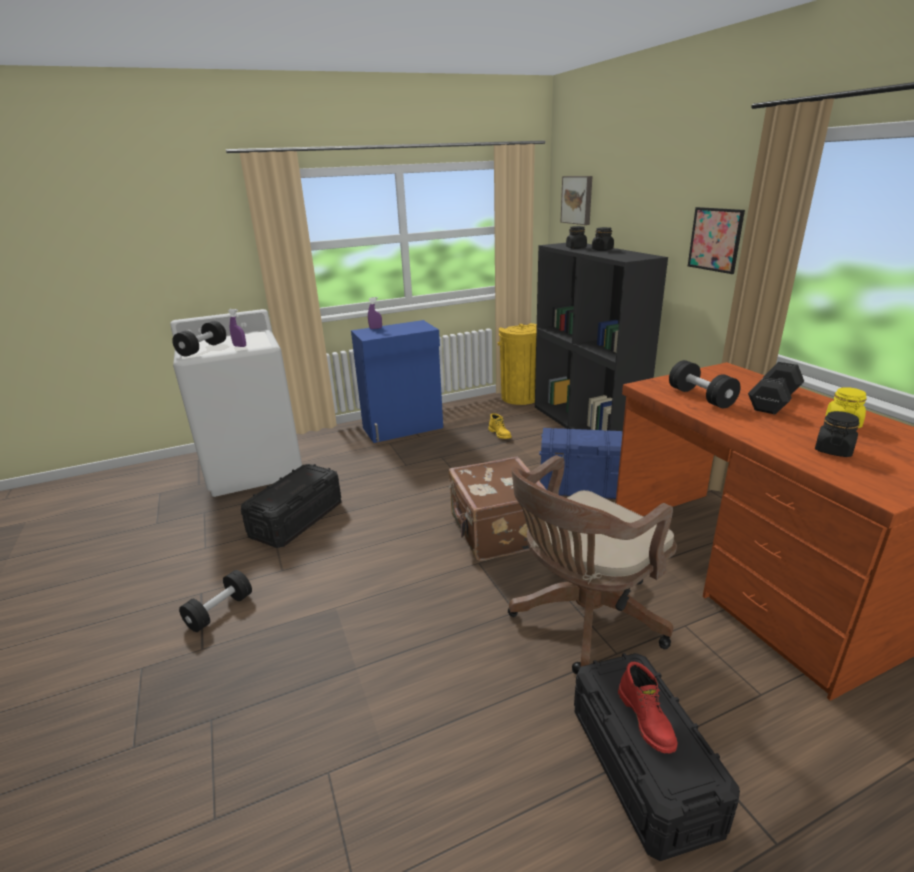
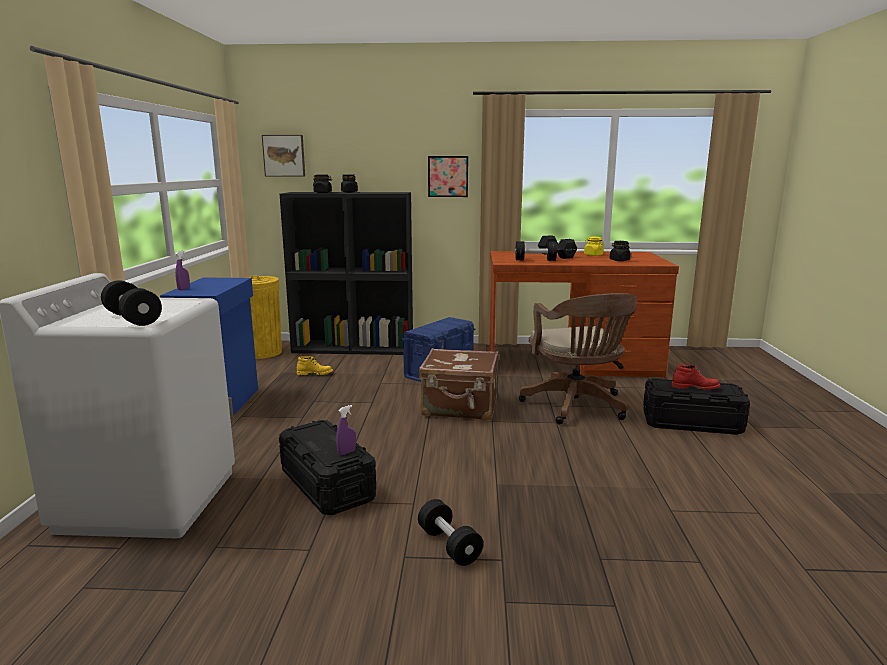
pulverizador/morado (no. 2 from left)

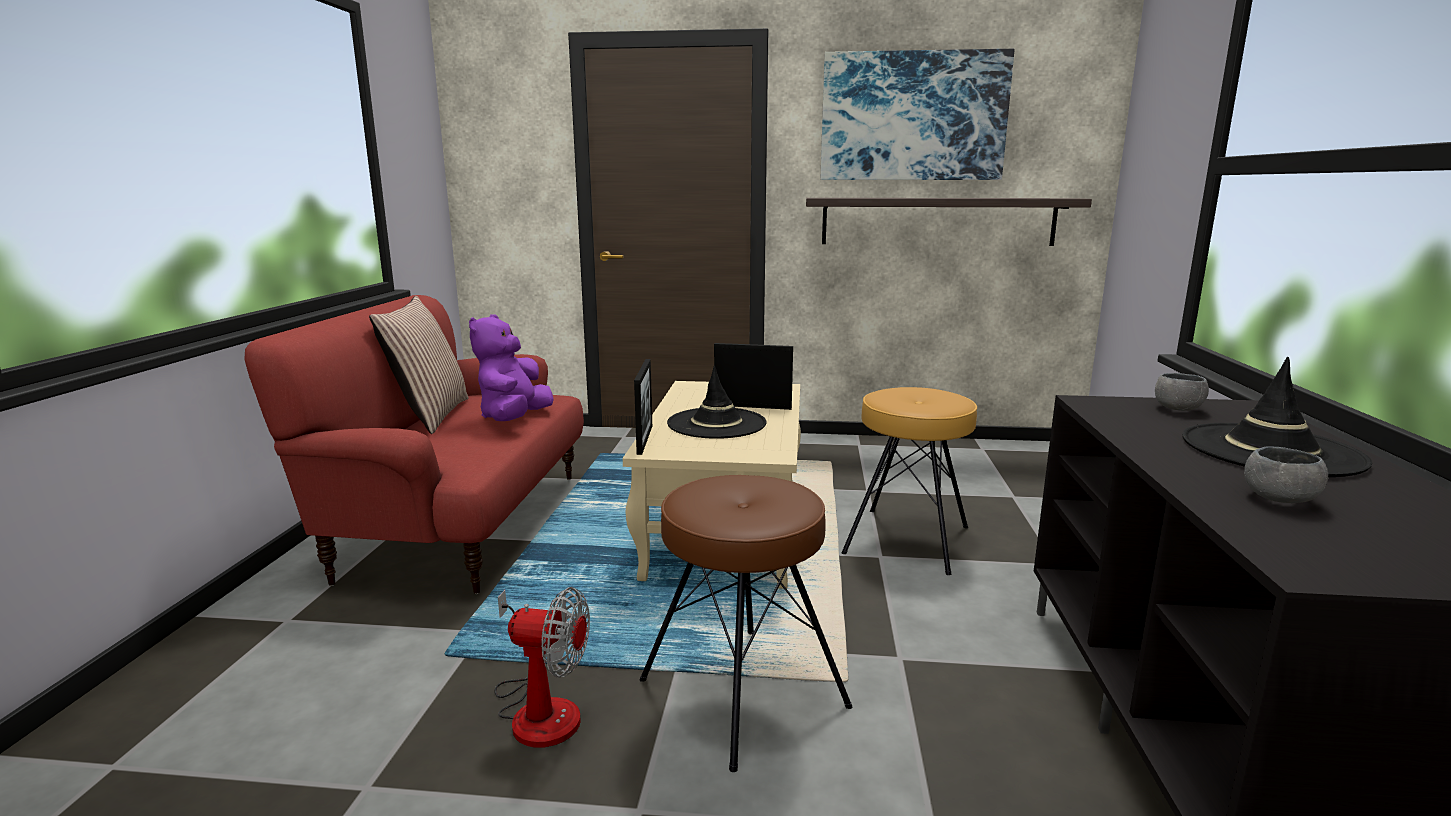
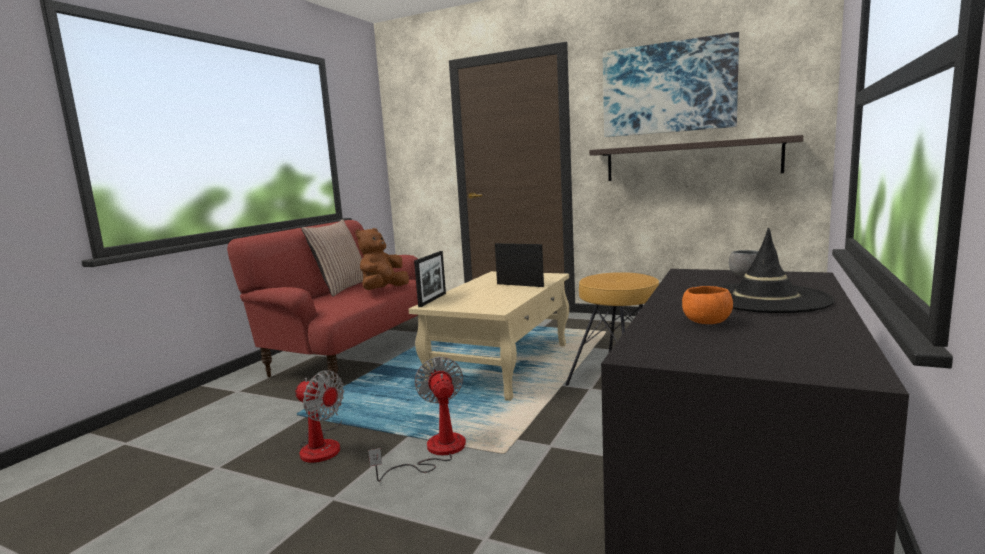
peluche/marrón
sombrero/negro (no. 1 from left in the first image)
cuenco/naranja
ventilador (no. 2 from left)

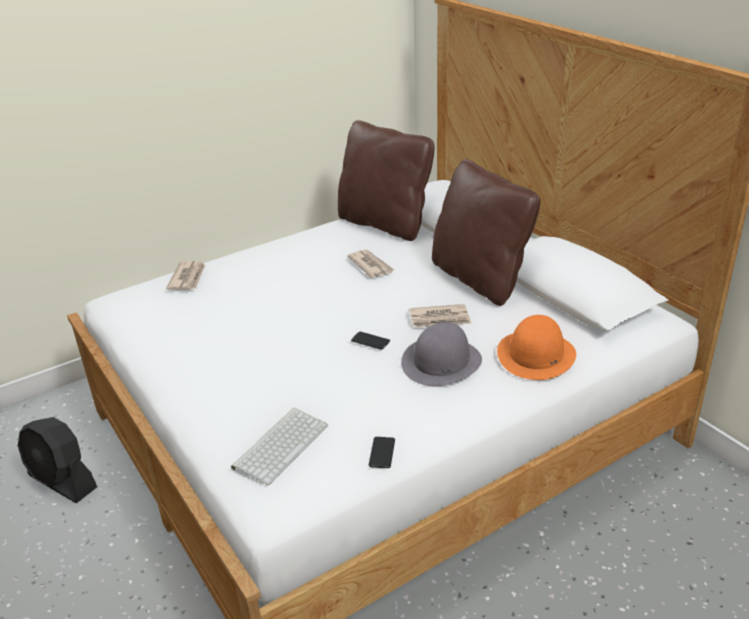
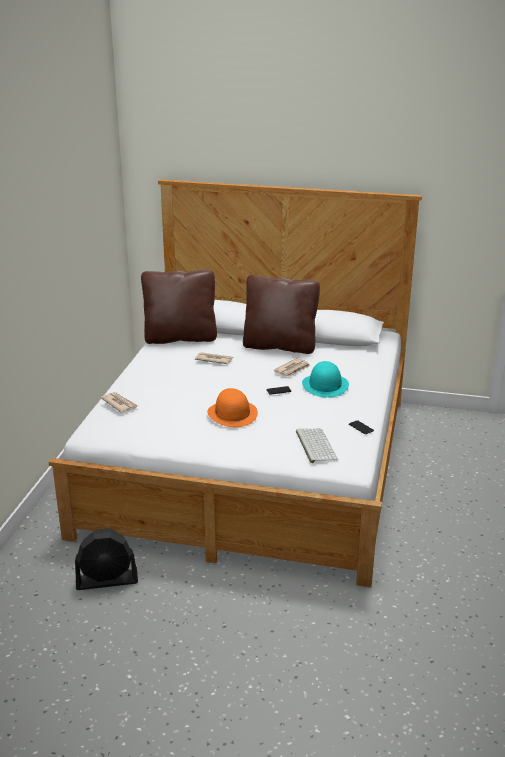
sombrero/naranja
sombrero/turquesa

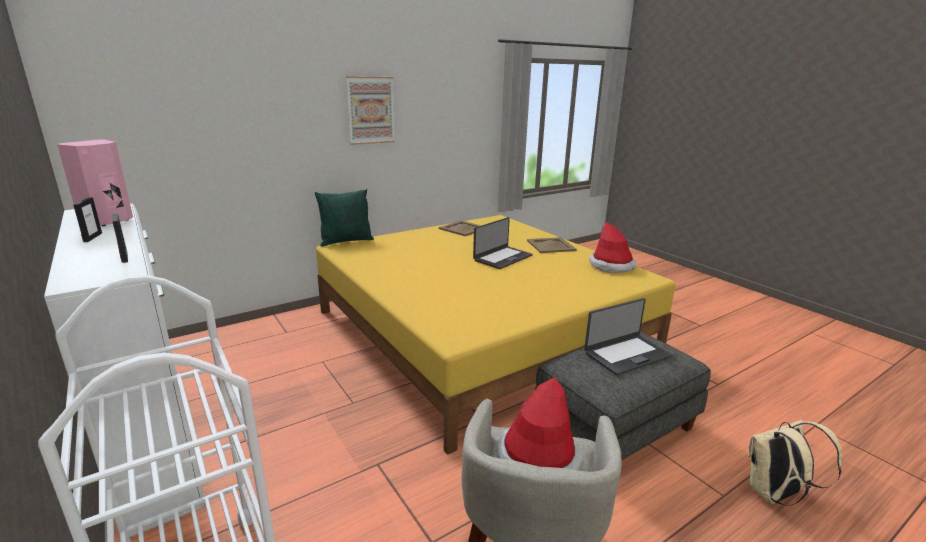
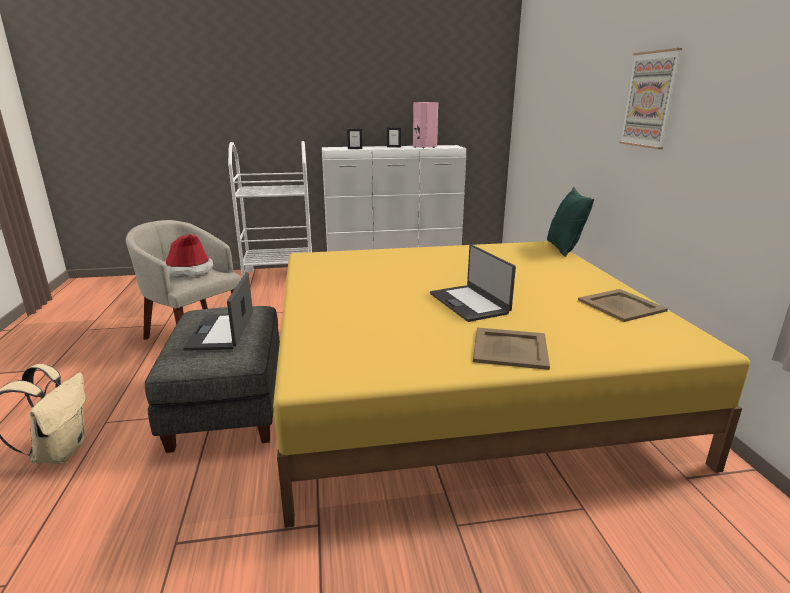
sombrero (no. 2 from left in the first image)

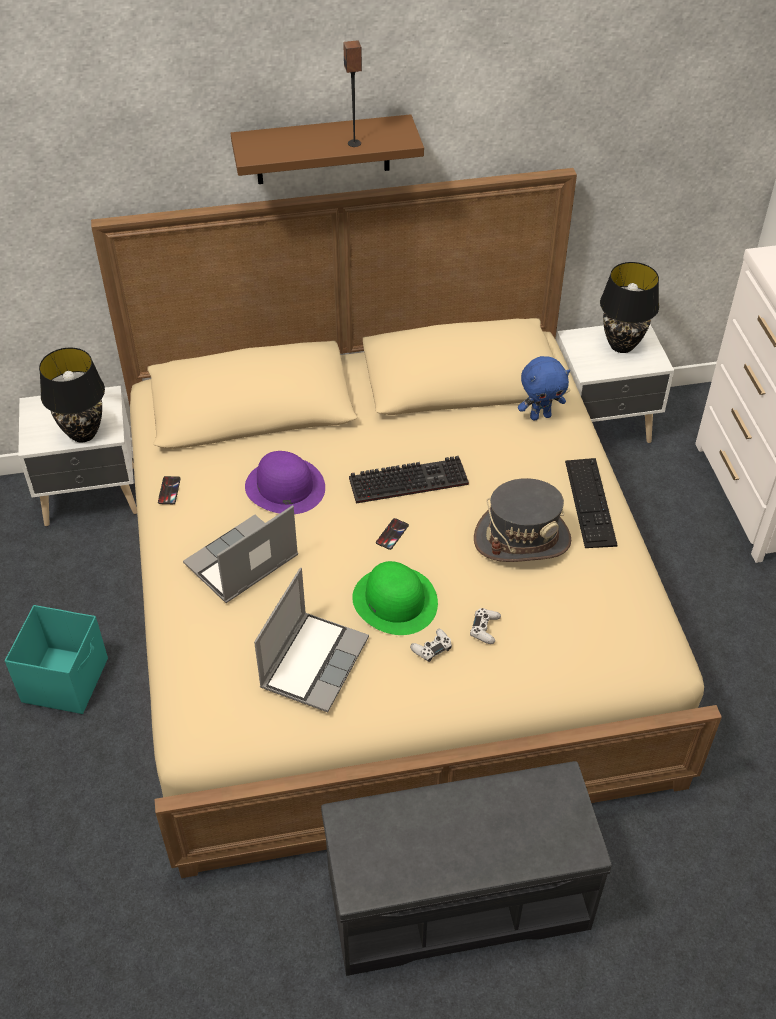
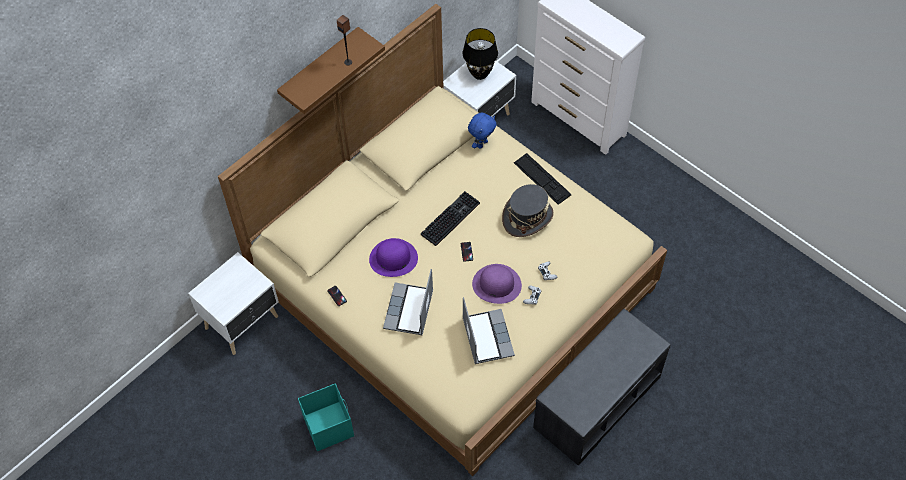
lámpara de mesa/negro (no. 1 from left in the first image)
sombrero/morado (no. 2 from left)

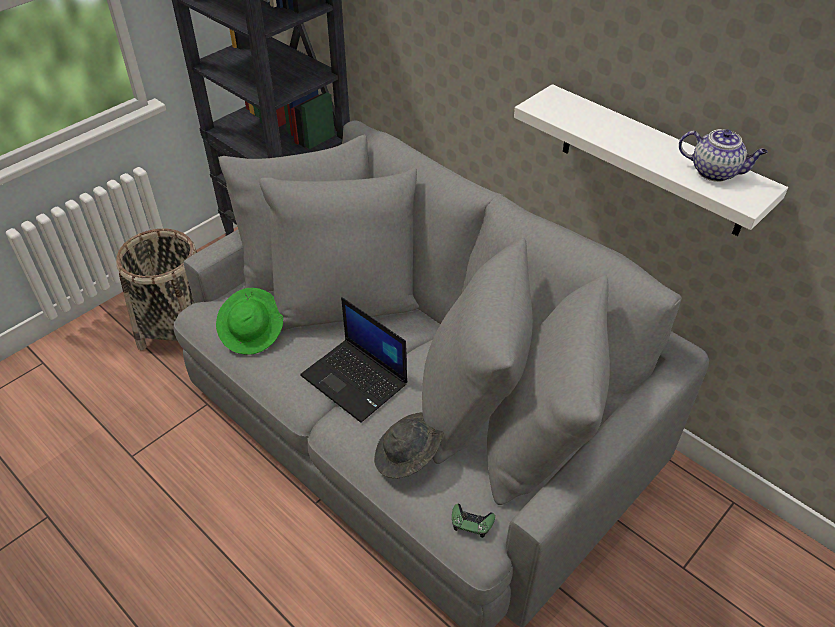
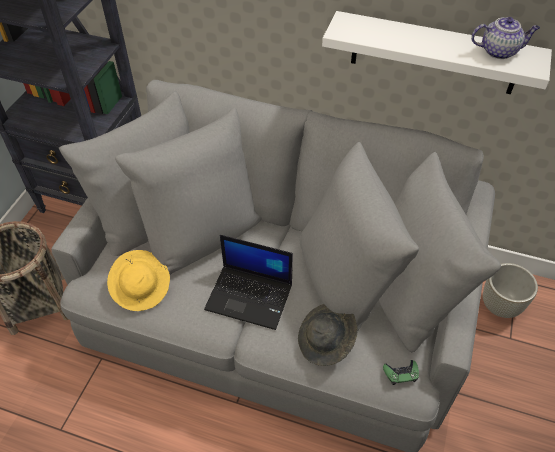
sombrero/amarillo
maceta/gris

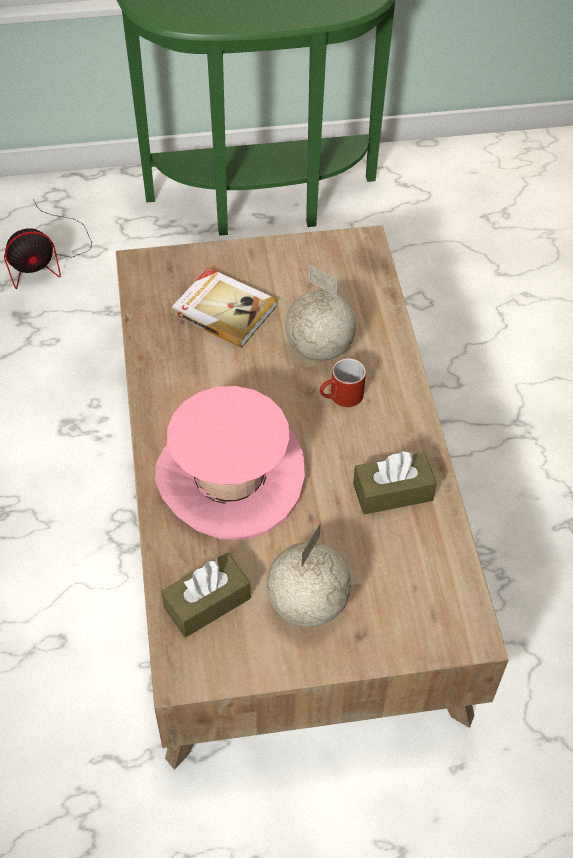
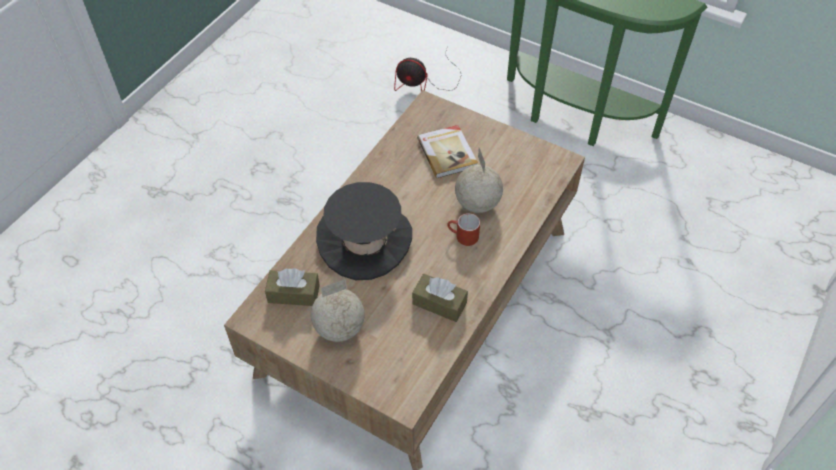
sombrero/negro

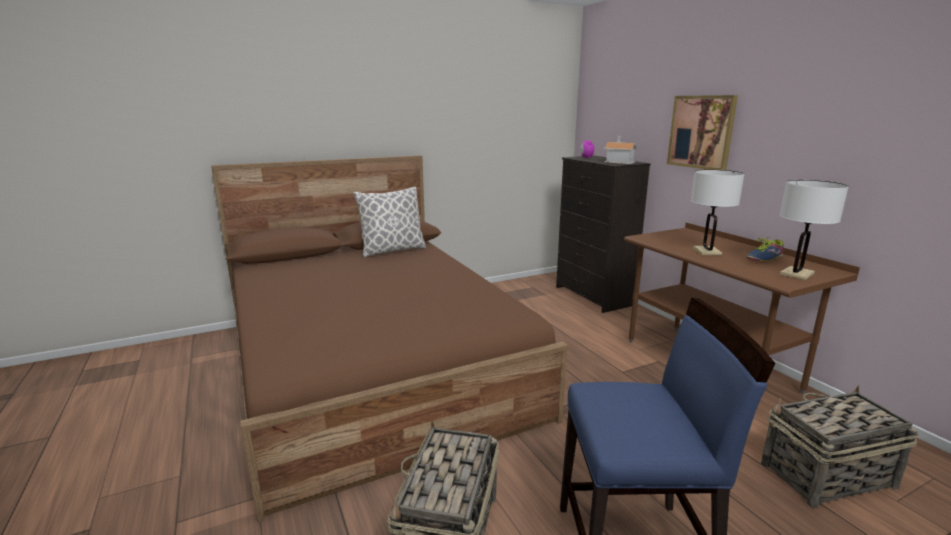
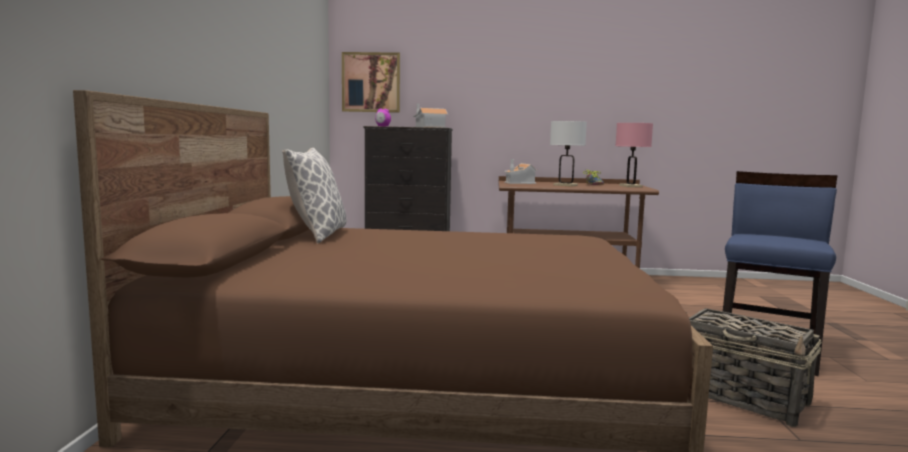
cuadro
lámpara de mesa/rosa
cesta (no. 2 from left in the first image)
casita (no. 2 from left)

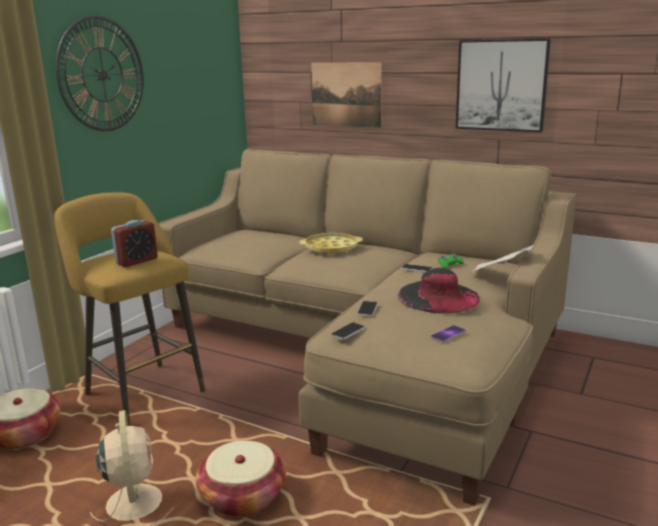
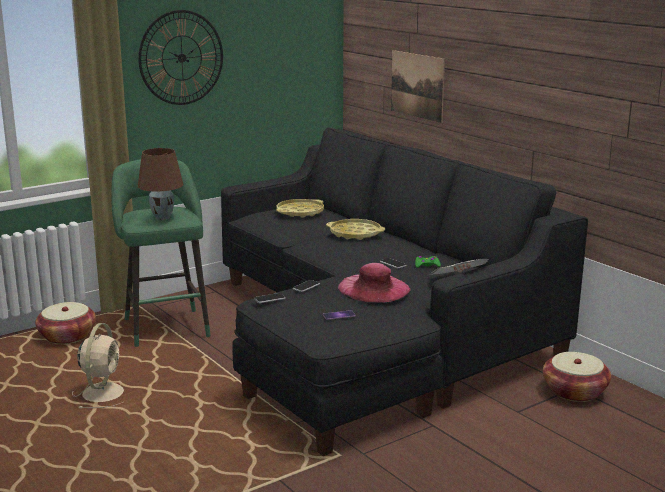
cuadro (no. 2 from left in the first image)
sofá/negro
taburete/verde
lámpara de mesa/marrón
sombrero/rosa
cesta (no. 2 from left)
bandeja/amarillo (no. 1 from left)

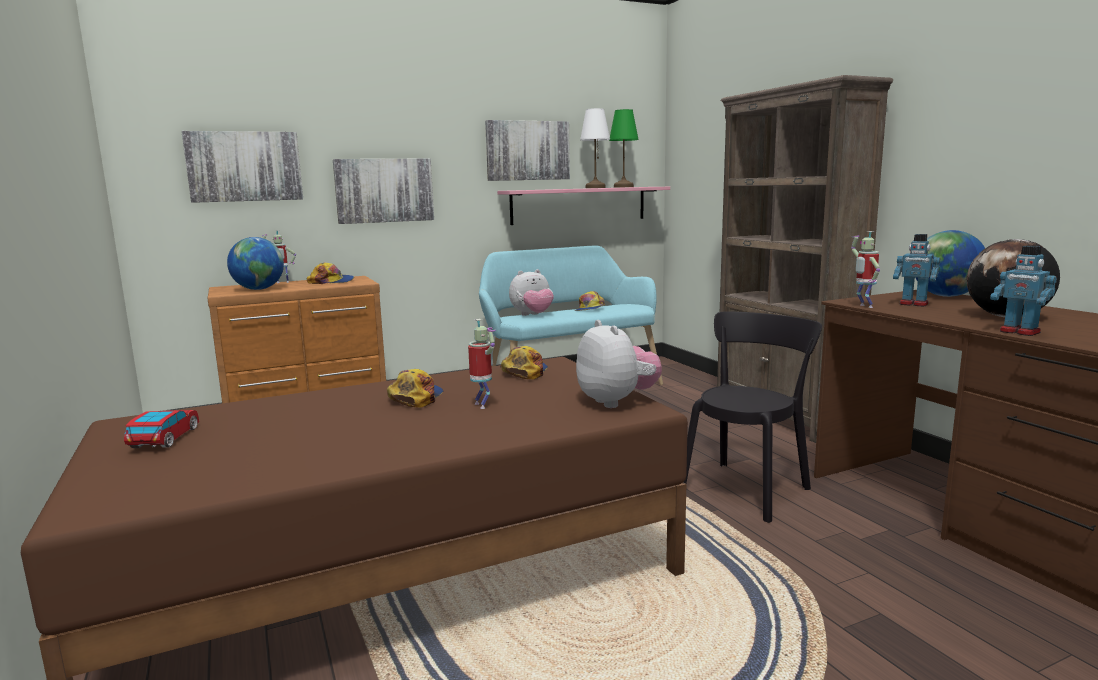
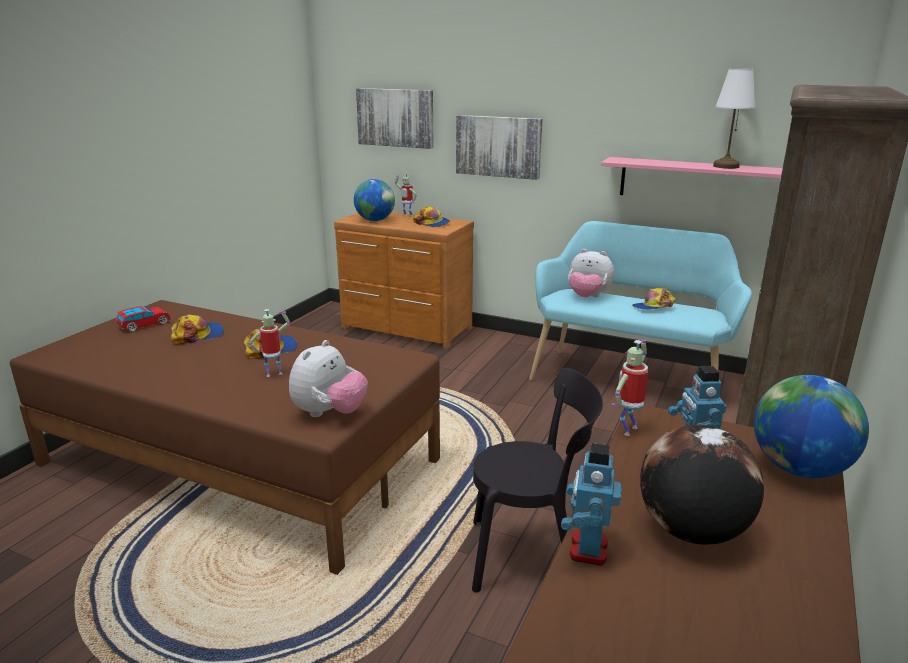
lámpara de mesa/verde
cuadro (no. 3 from left in the first image)
robot de juguete (no. 1 from left)
gorra (no. 1 from left)

